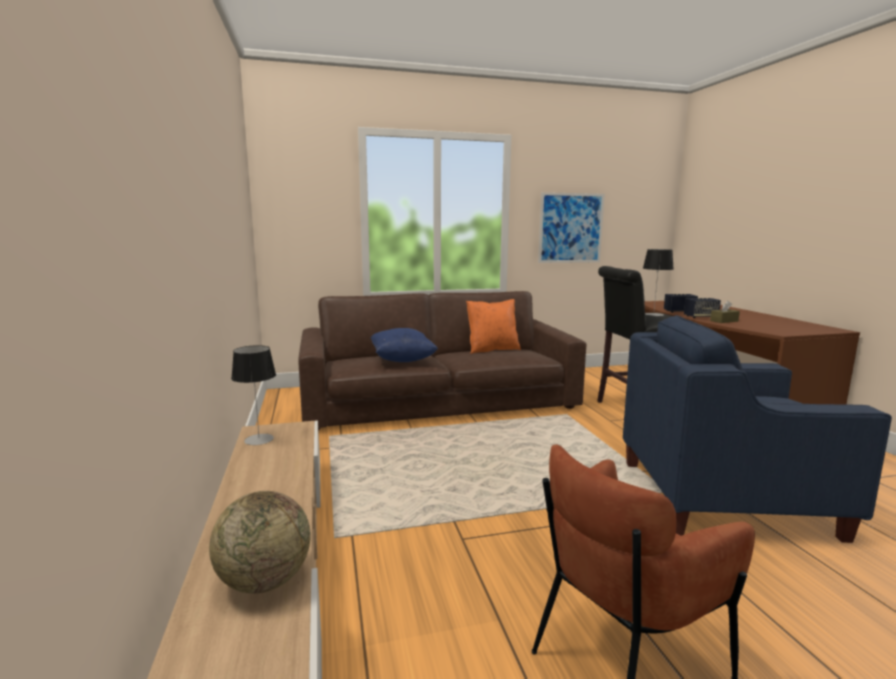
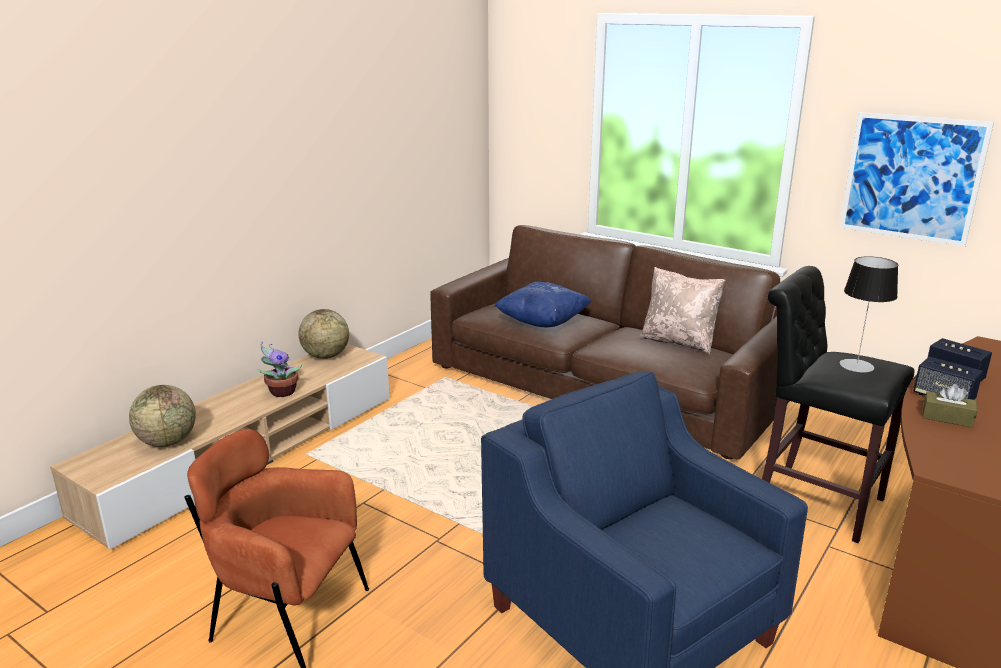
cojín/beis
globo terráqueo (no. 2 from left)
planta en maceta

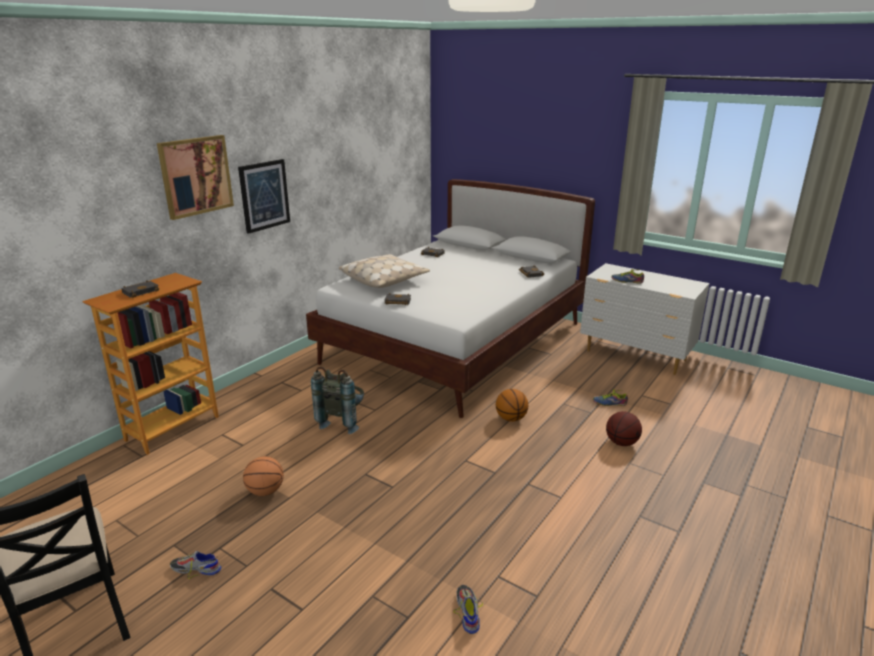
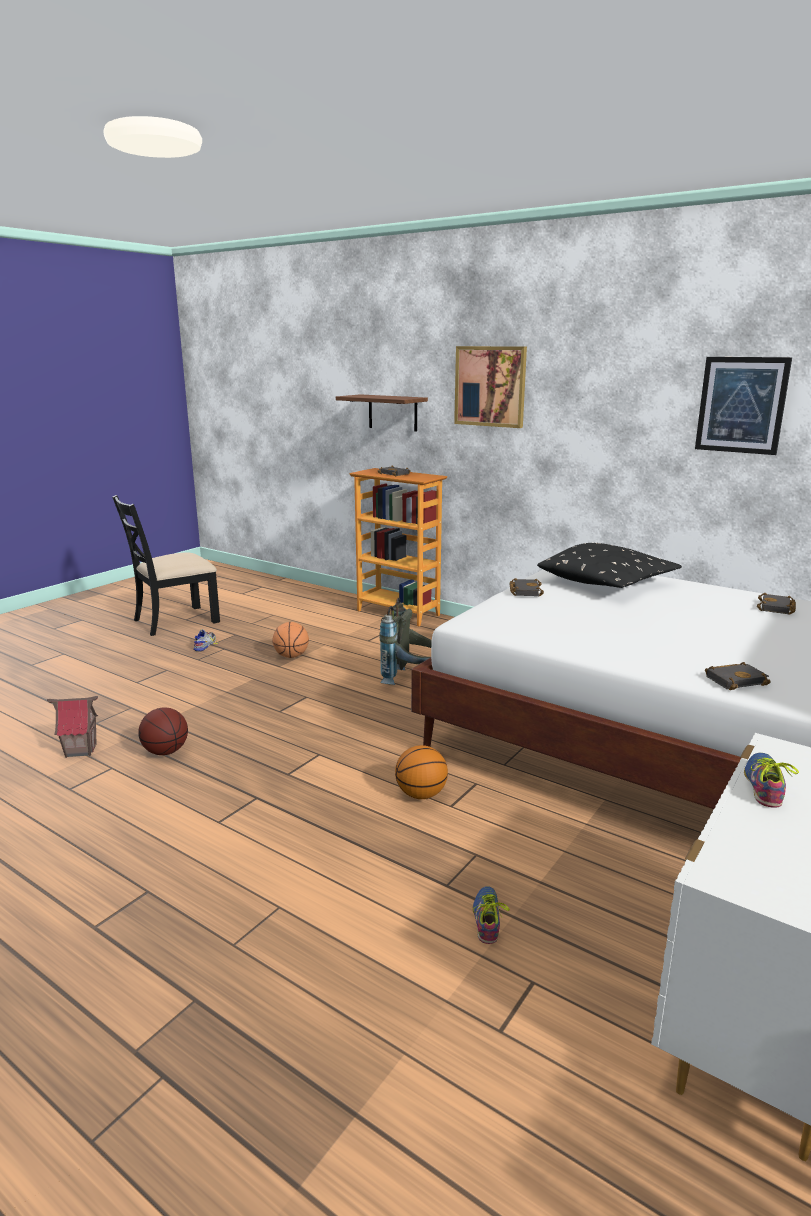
cuadro (no. 2 from left)
cojín/negro
balón de baloncesto (no. 1 from left)
casita
estante

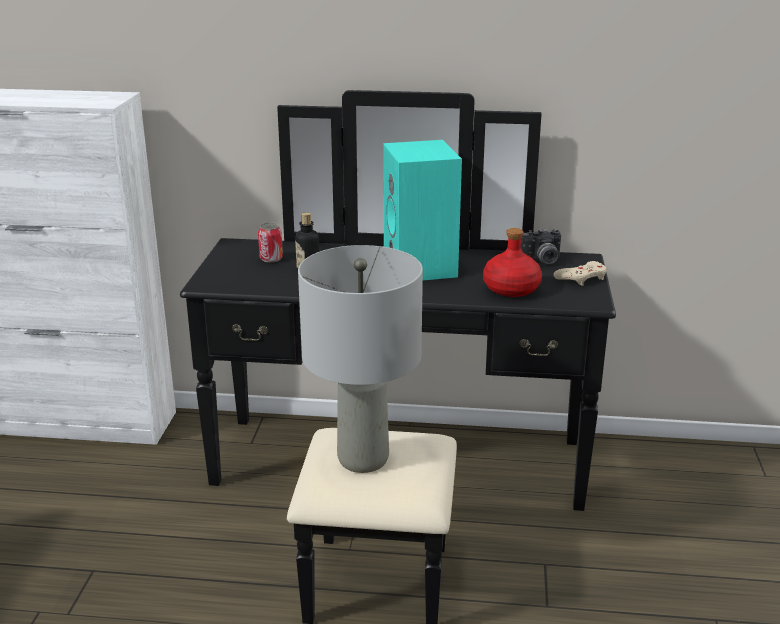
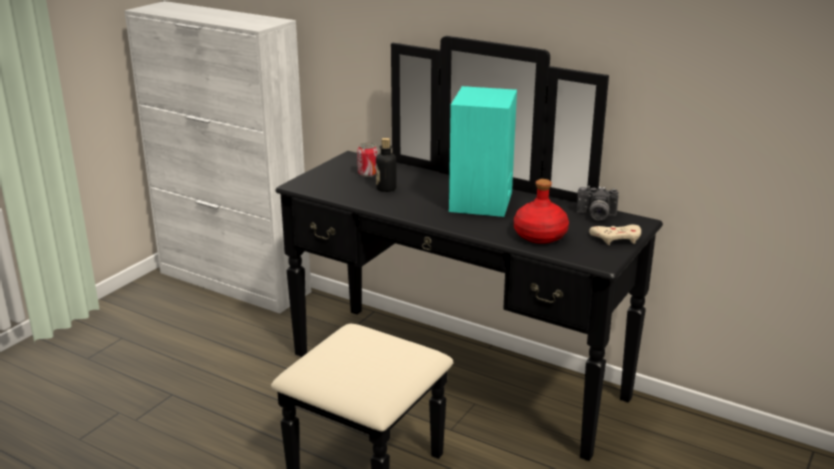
lámpara de mesa/gris

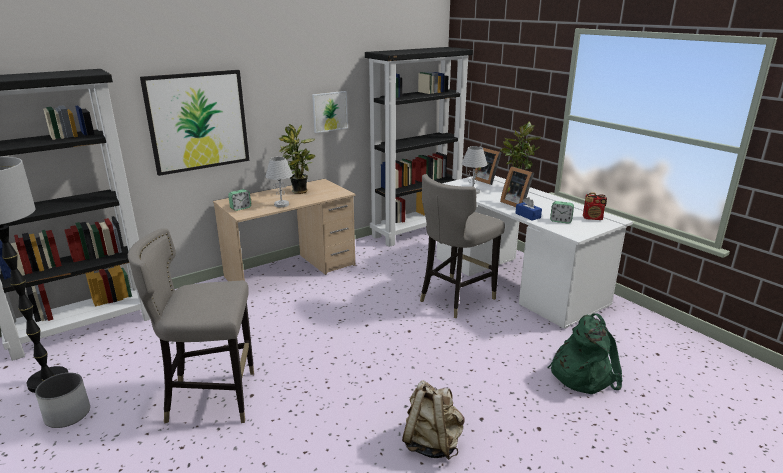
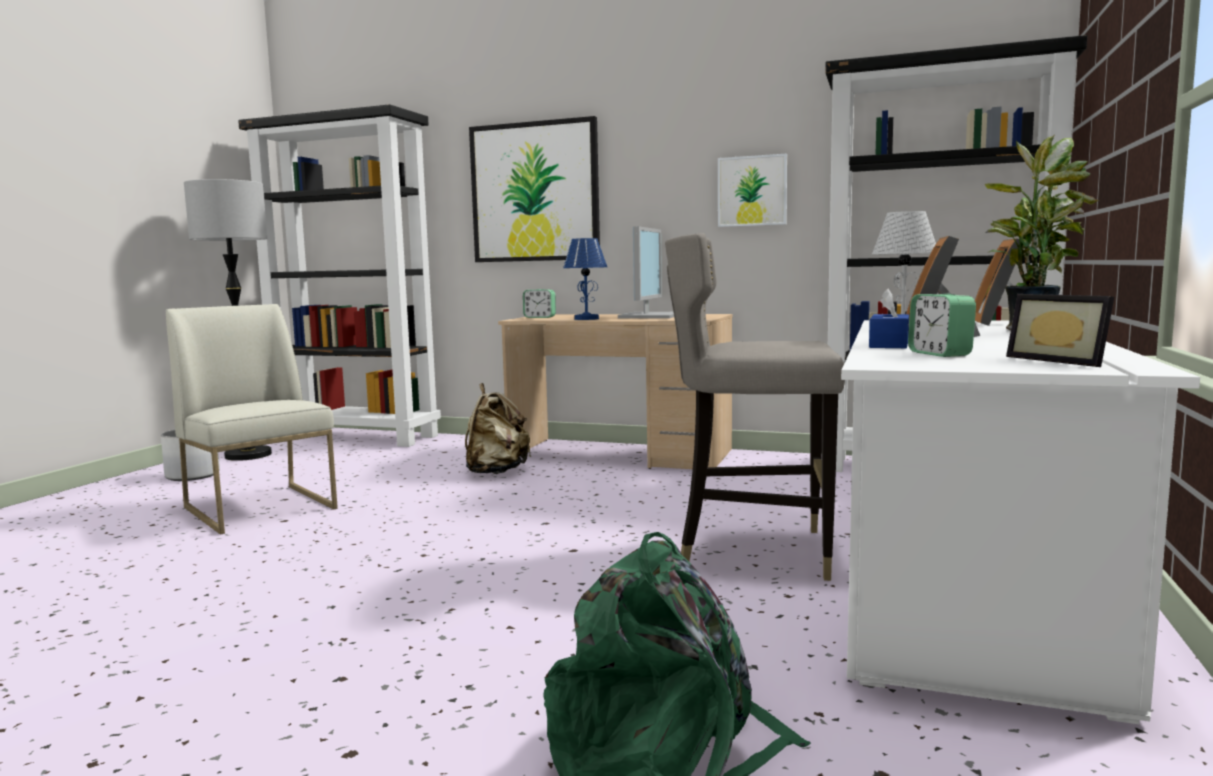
monitor
lámpara de mesa/azul
portarretratos (no. 3 from left)
silla/blanco
mochila/beis

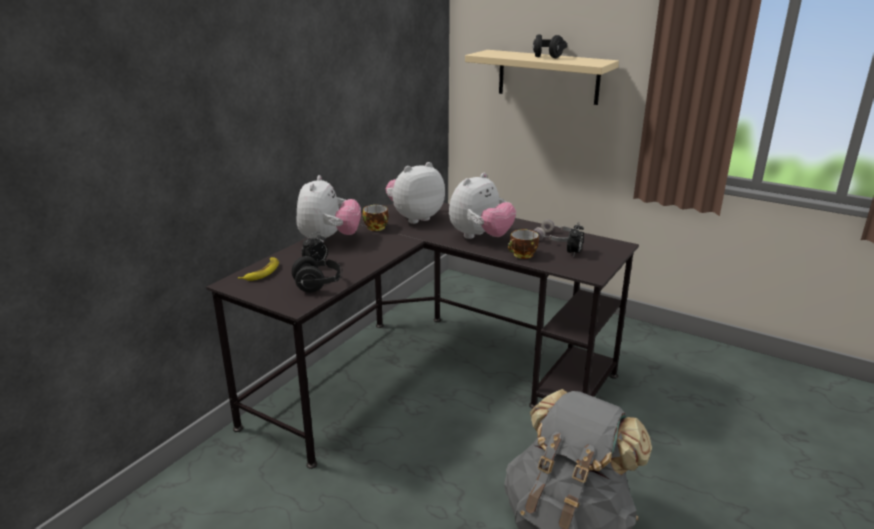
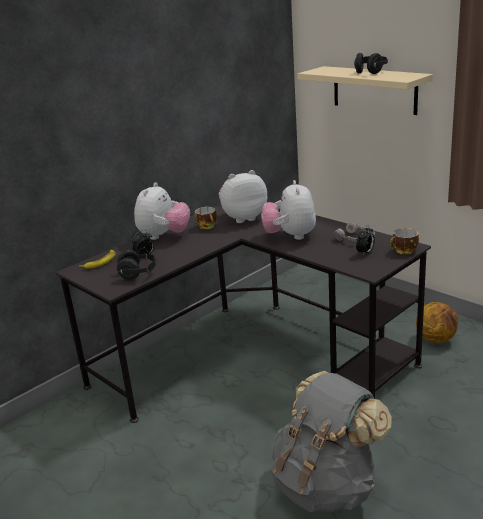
peluche (no. 3 from left)
taza (no. 2 from left)
balón de baloncesto

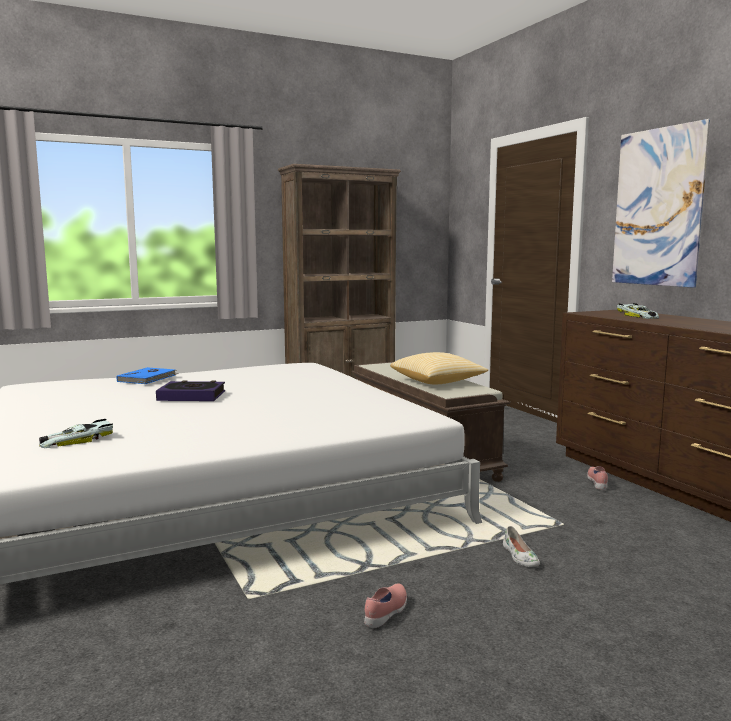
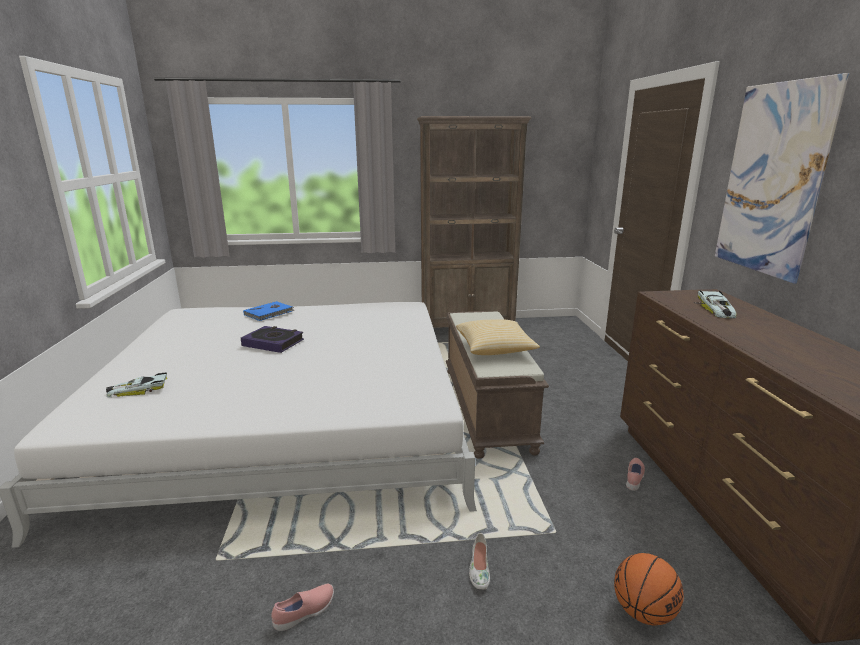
balón de baloncesto

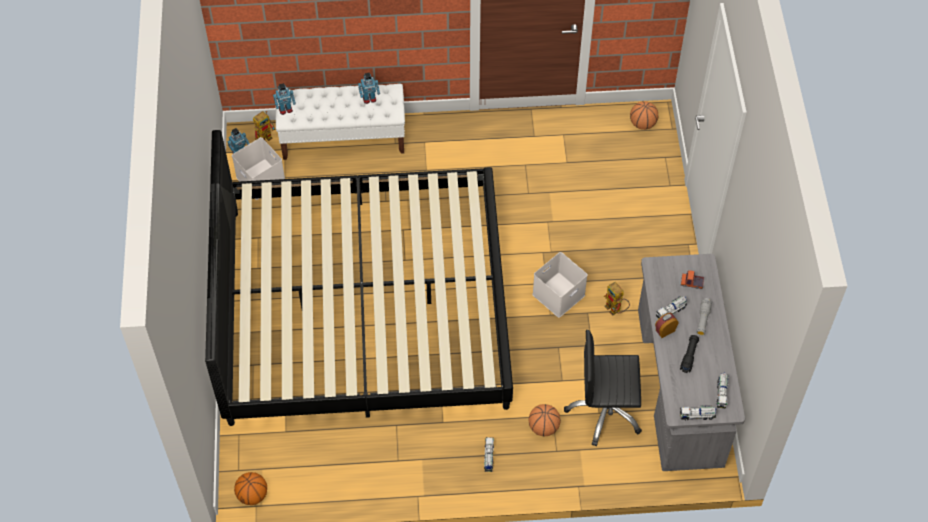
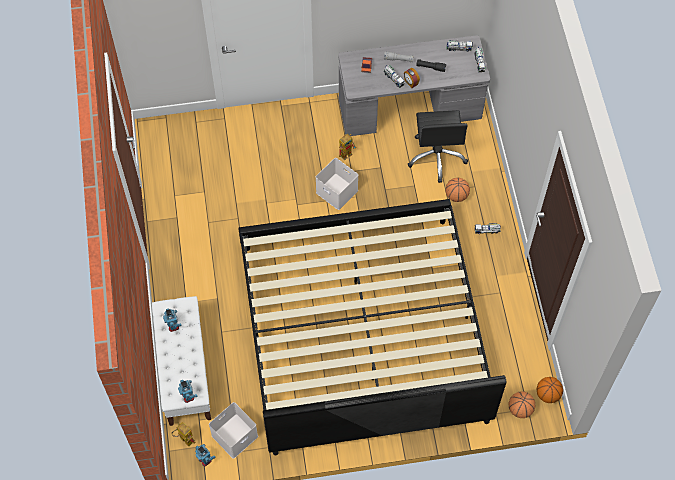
balón de baloncesto (no. 2 from left)

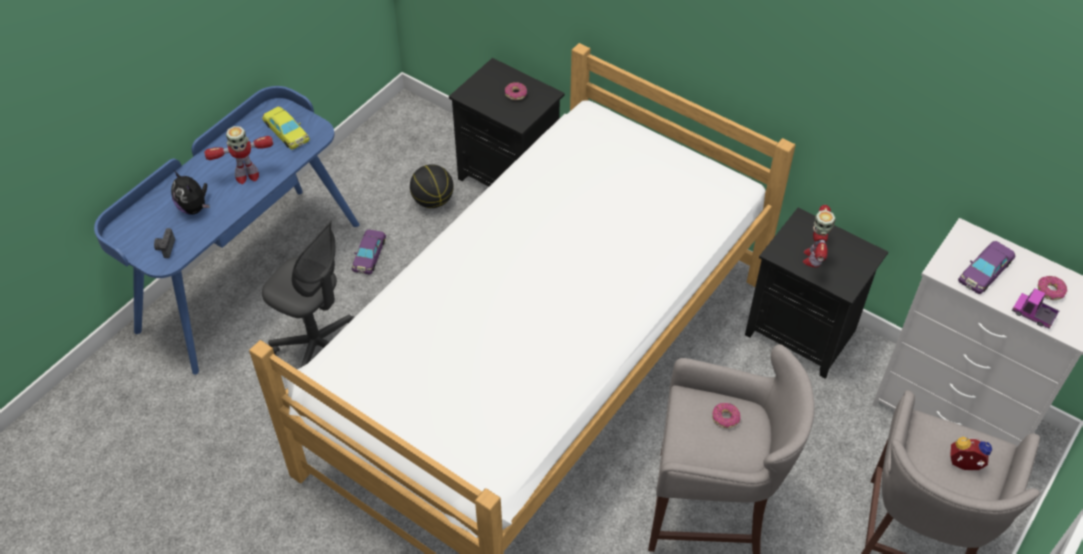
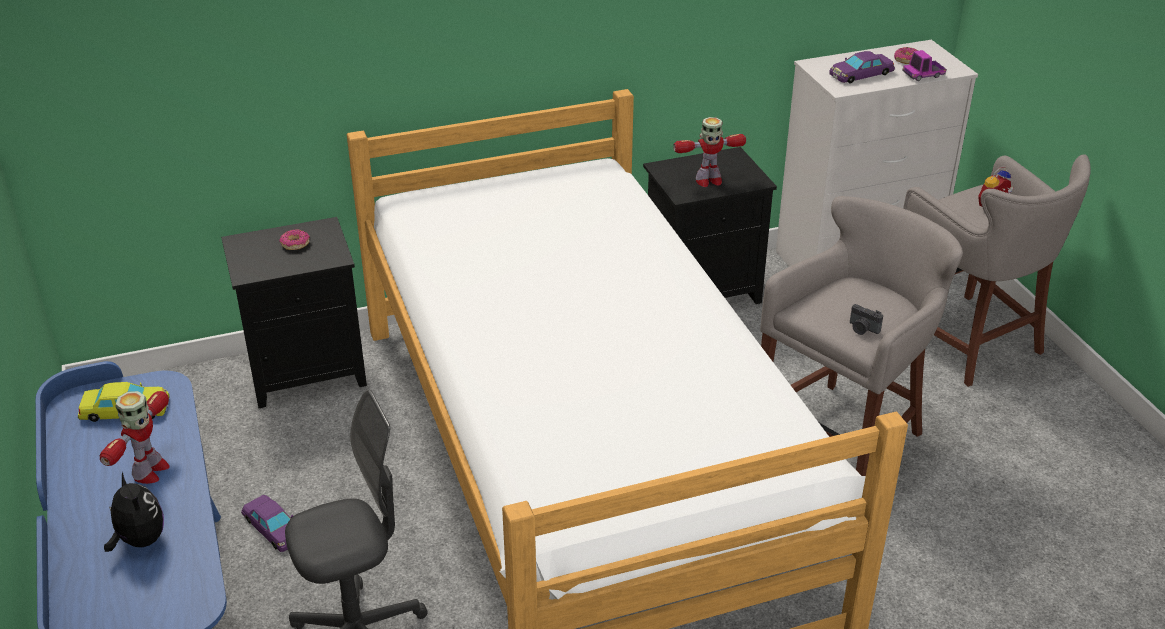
balón de baloncesto
peluche
robot de juguete (no. 2 from left)
cámara
coche de juguete/morado (no. 2 from left)
rosquilla (no. 2 from left in the first image)

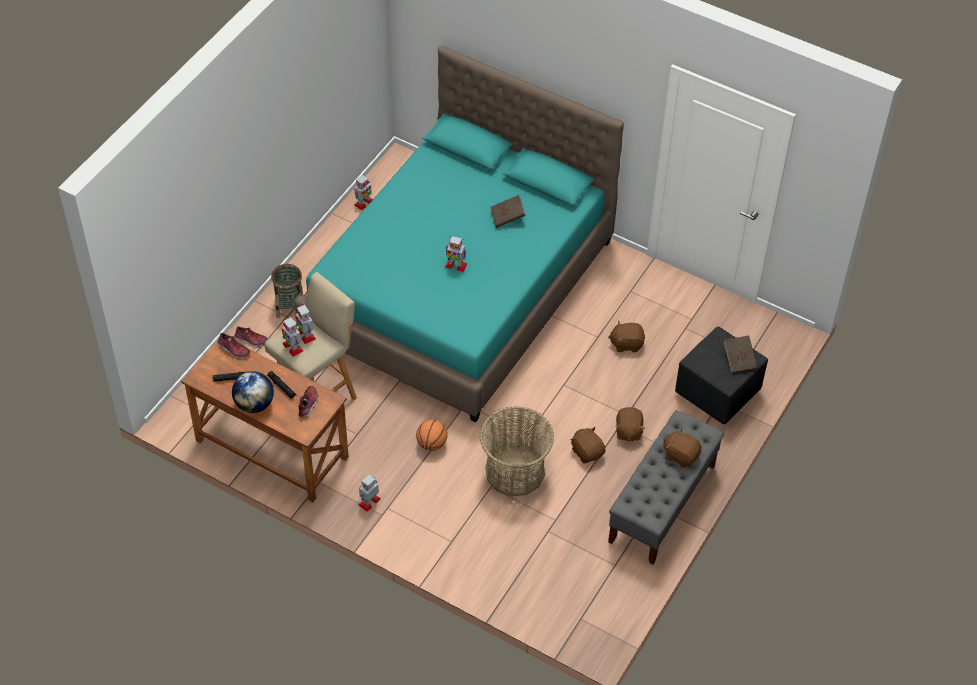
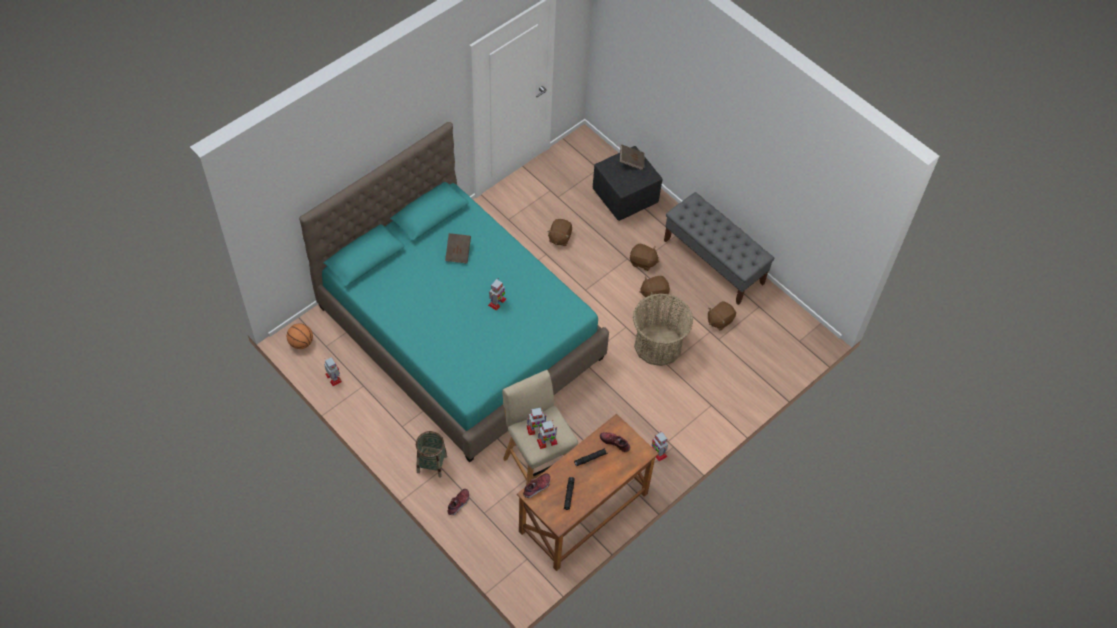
globo terráqueo
balón de baloncesto
peluche/marrón (no. 4 from left)

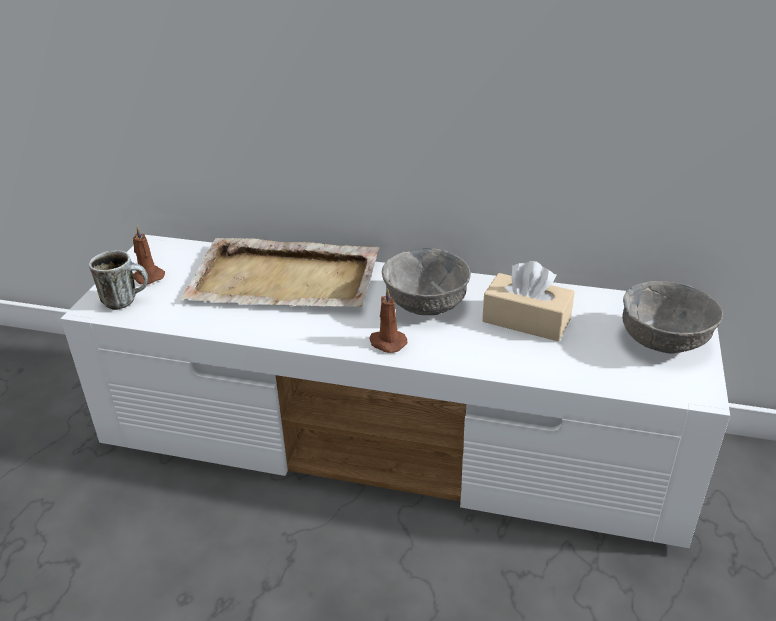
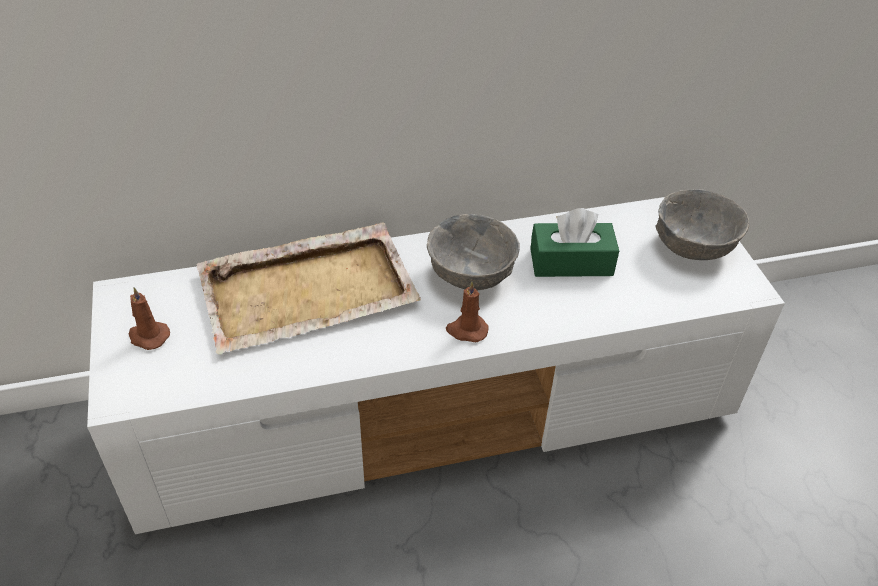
taza grande
caja de pañuelos/verde

